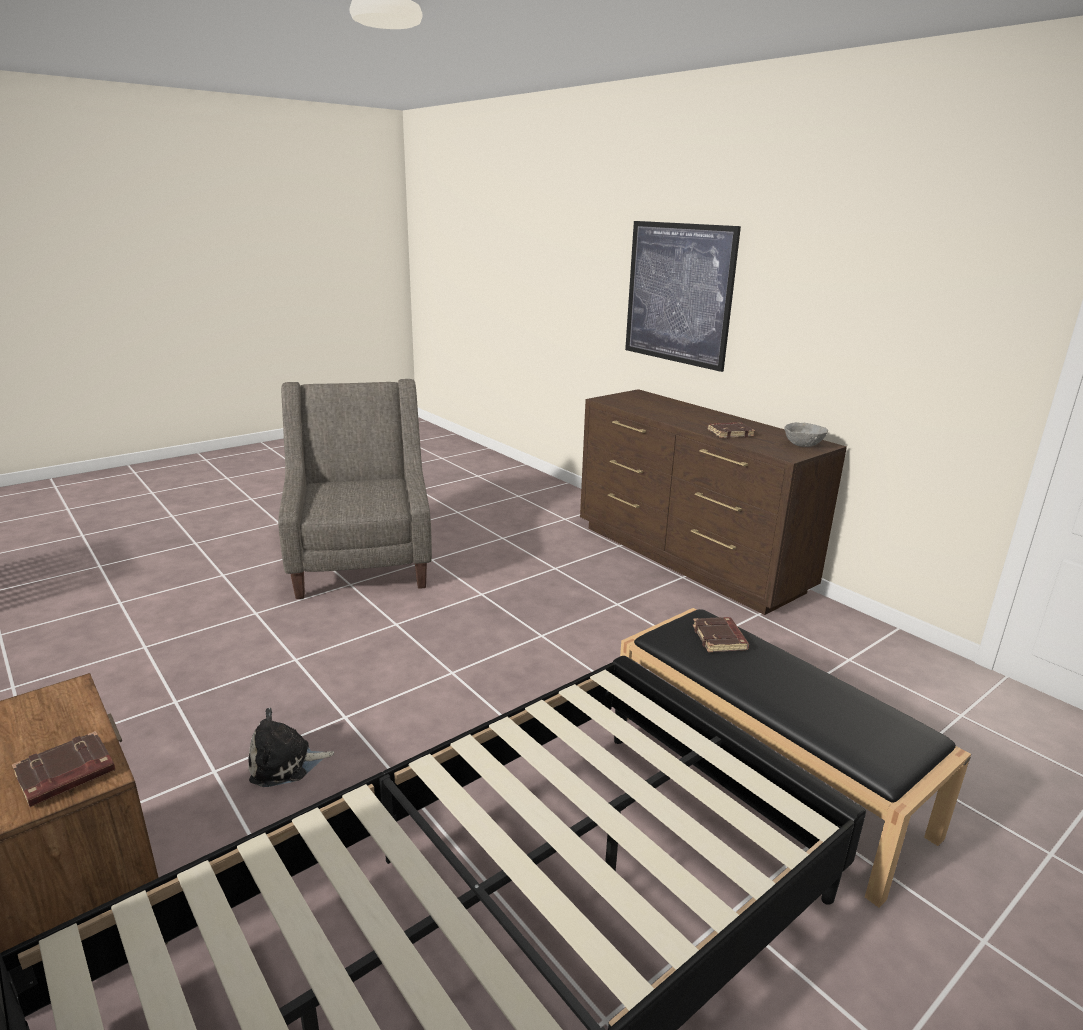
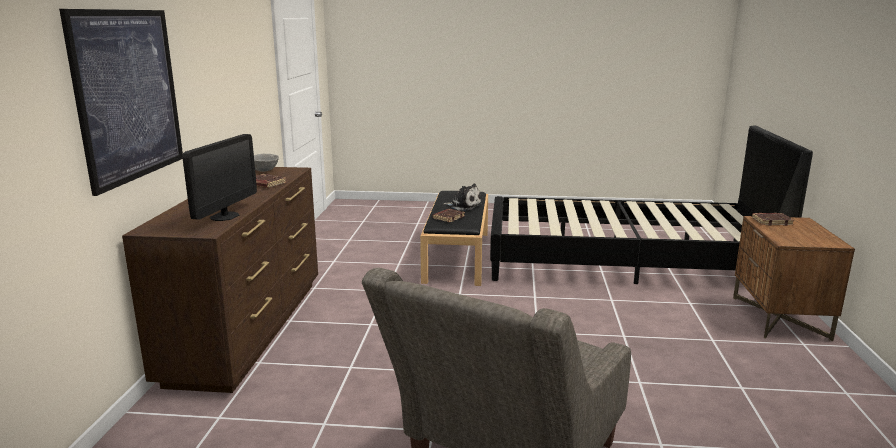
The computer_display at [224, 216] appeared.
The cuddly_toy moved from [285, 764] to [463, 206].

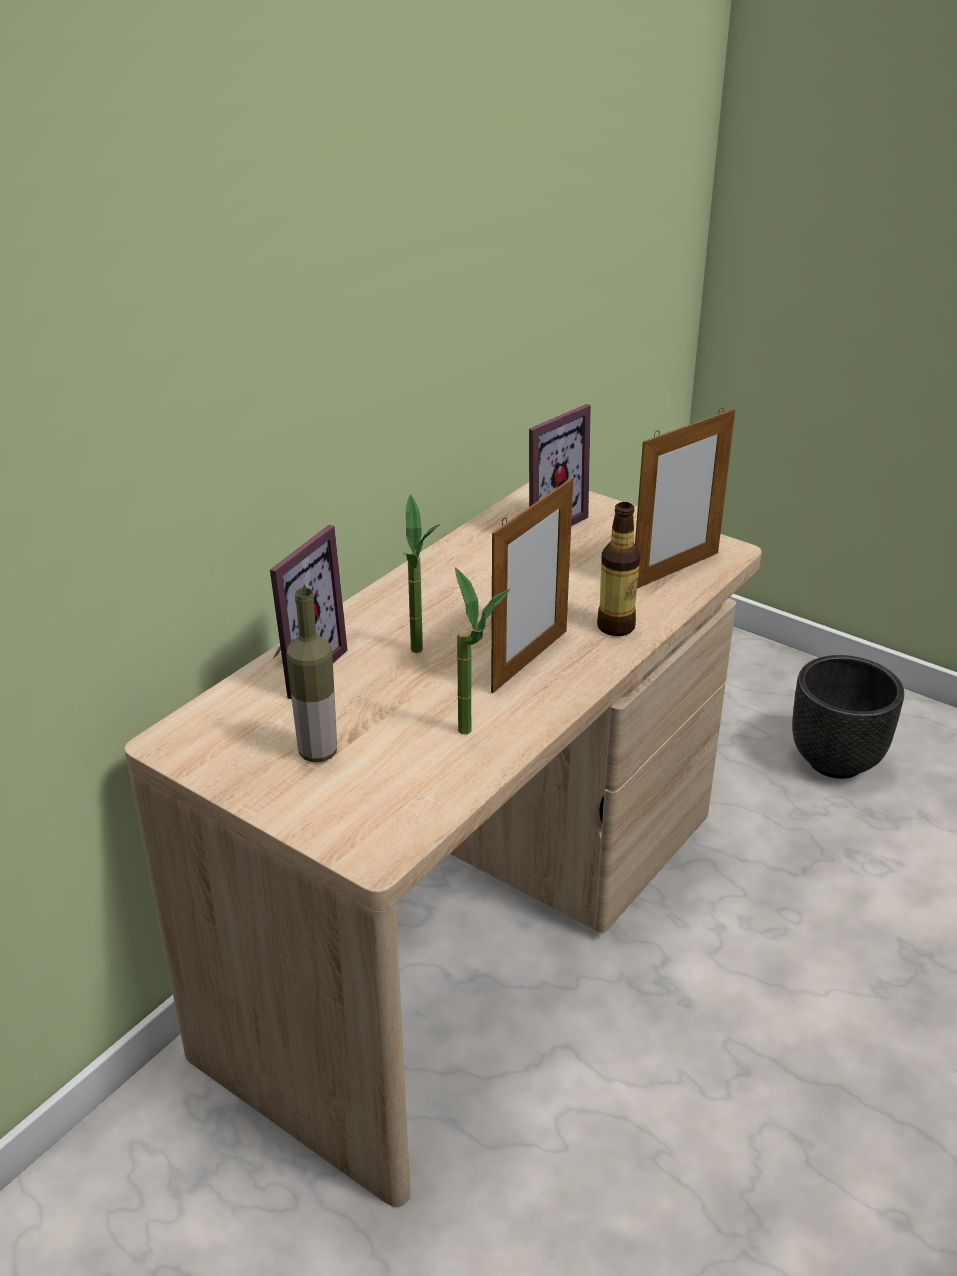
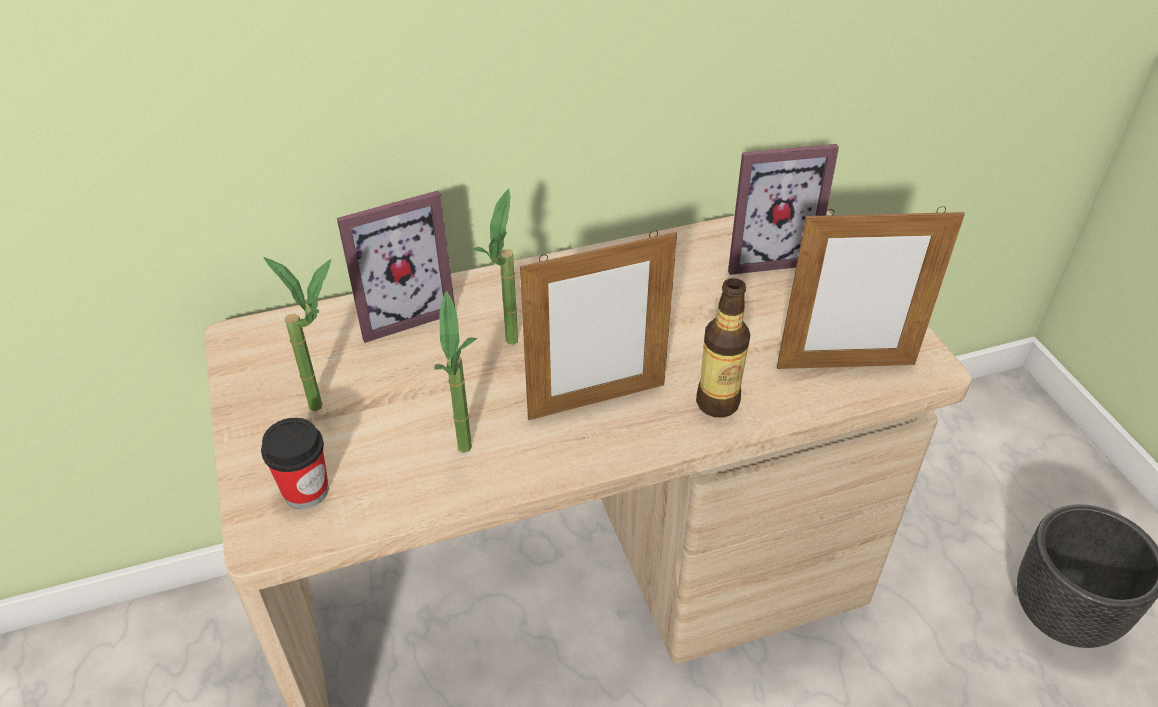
The cup at [306, 491] appeared.
The drink_bottle at [318, 752] was replaced by the potted_plant at [330, 405].

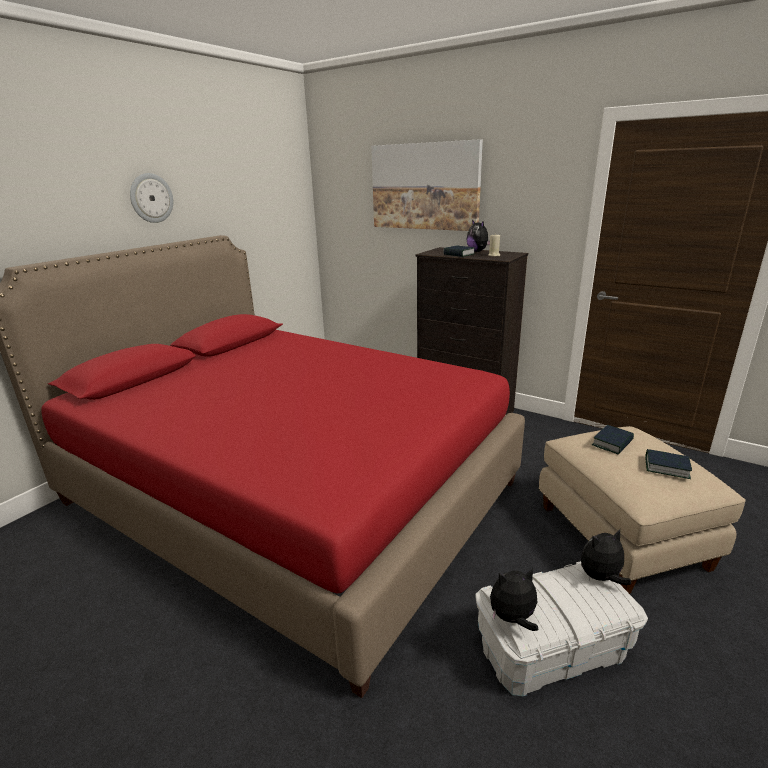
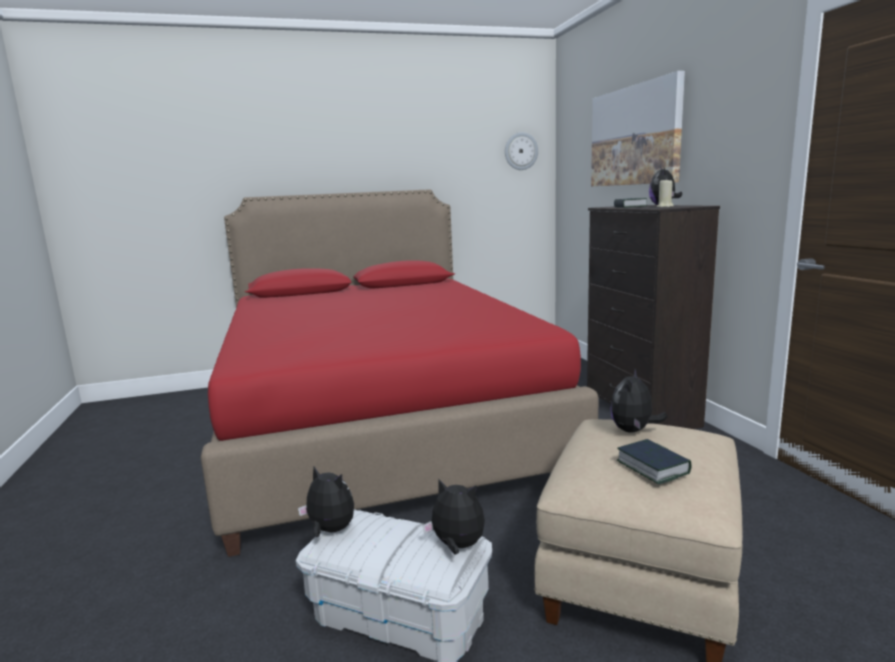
The wall_clock moved from [151, 198] to [521, 151].
The book at [612, 443] was replaced by the cuddly_toy at [633, 431].

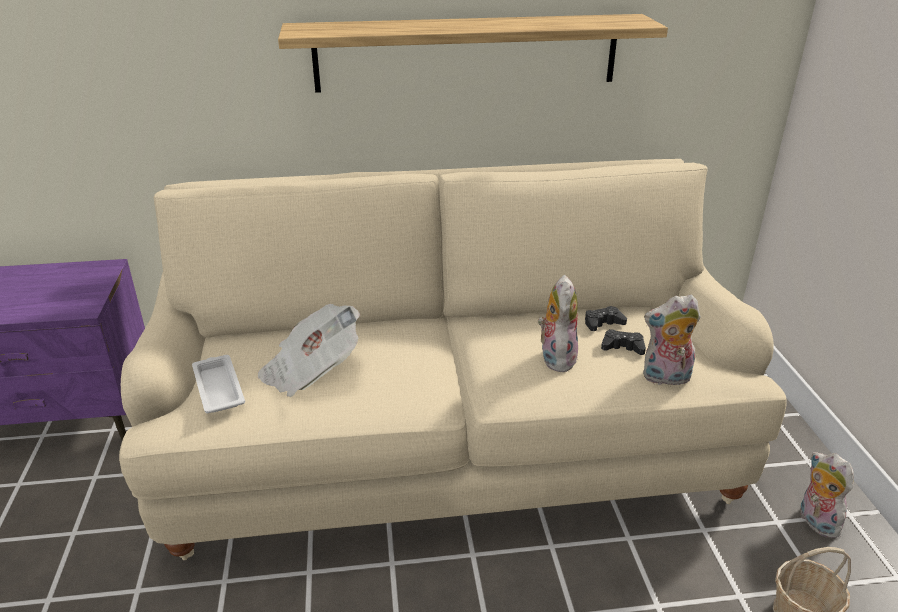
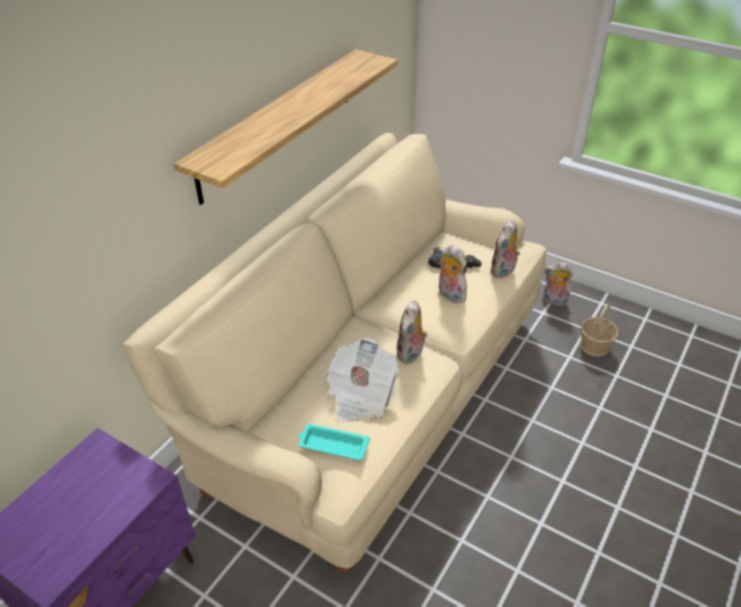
The cuddly_toy at [411, 354] appeared.
The whitish_serving_tray at [218, 387] became the turquoise_serving_tray at [332, 445].

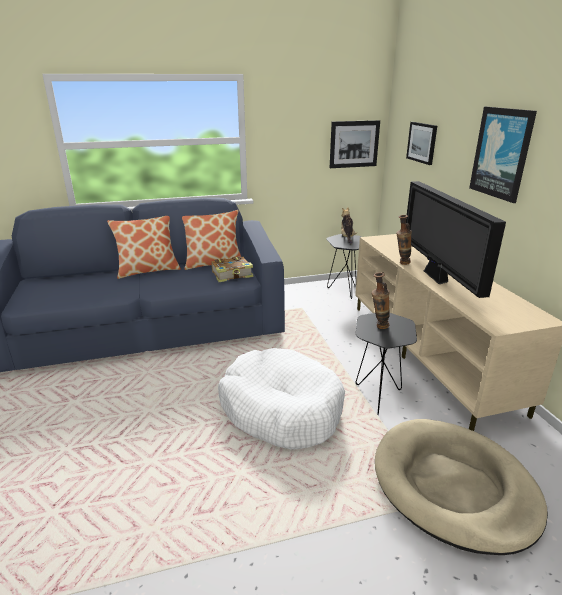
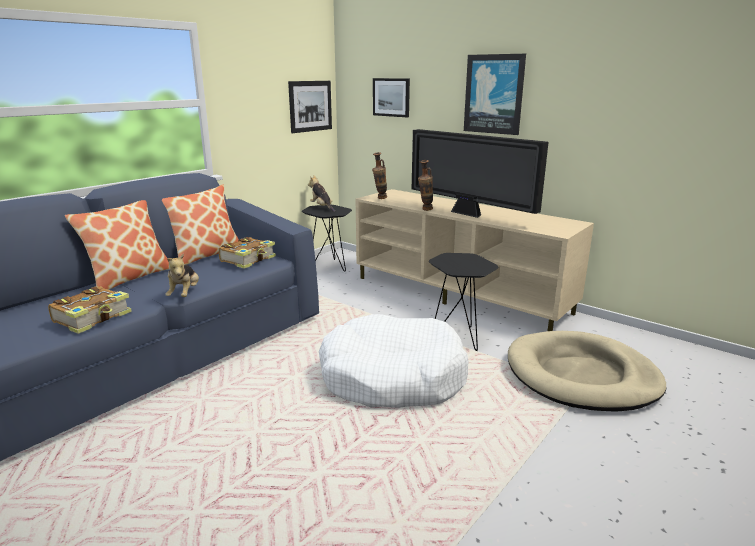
The book at [93, 318] appeared.
The cuddly_toy at [185, 294] appeared.
The decorative_vase moved from [378, 326] to [380, 198].

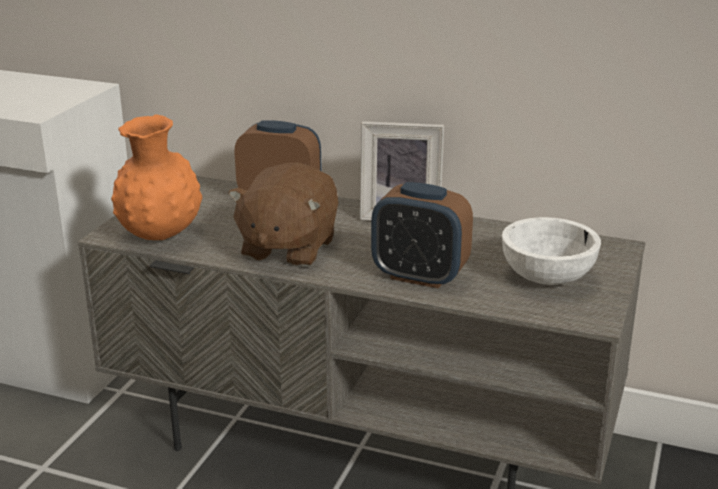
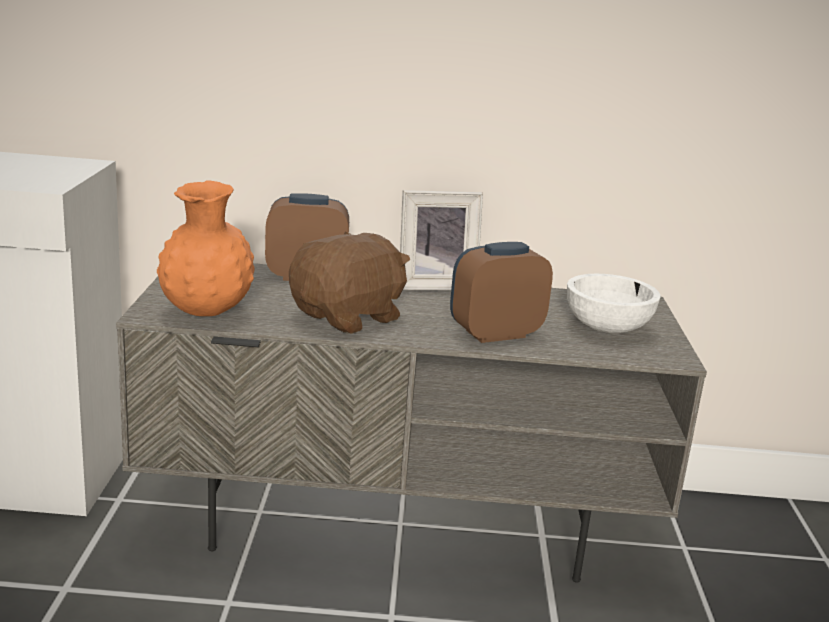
The brown-coloured_cuddly_toy at [287, 248] turned 135 degrees counterclockwise.
The alarm_clock at [420, 276] turned 150 degrees clockwise.

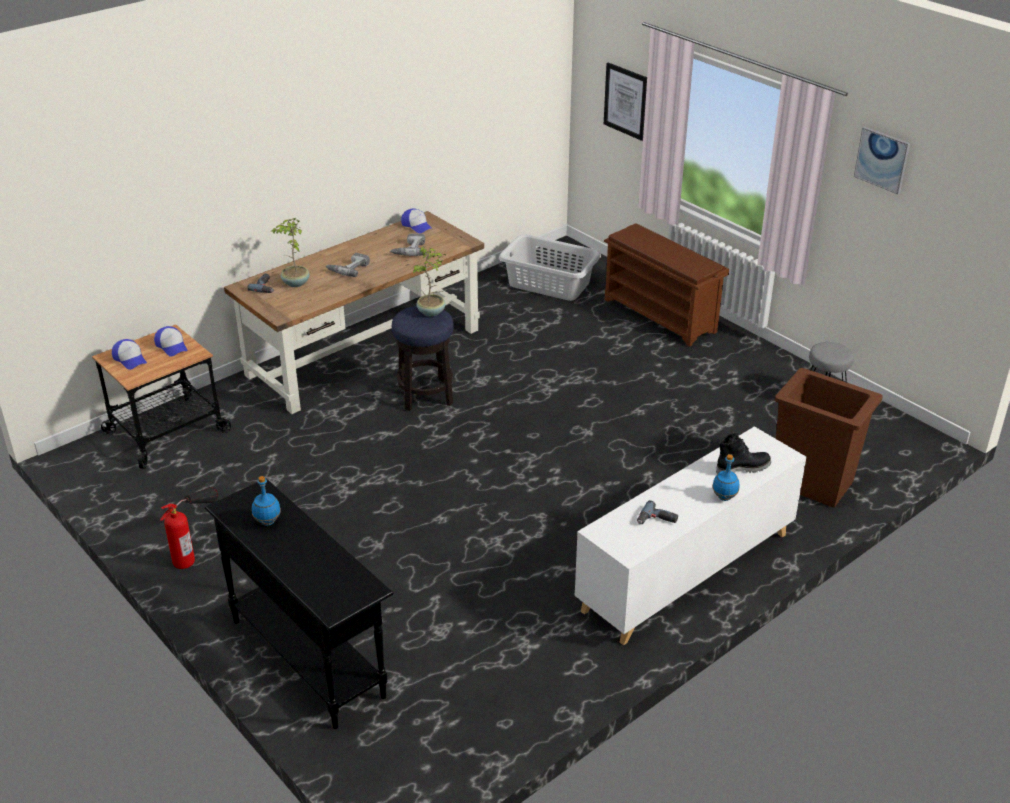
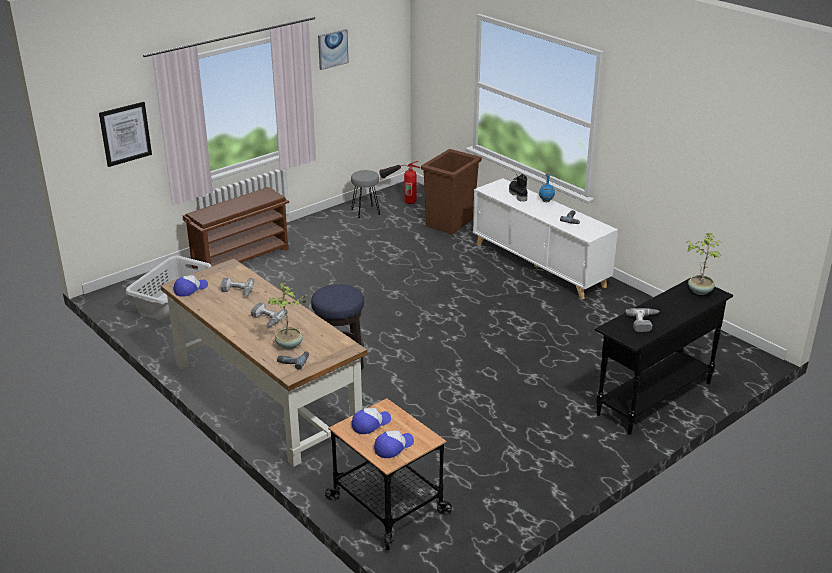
The fire_extinguisher moved from [196, 549] to [400, 199].
The potted_plant moved from [432, 312] to [700, 291].
The blue-coloured_drink_bottle at [267, 522] was replaced by the drill at [645, 322].

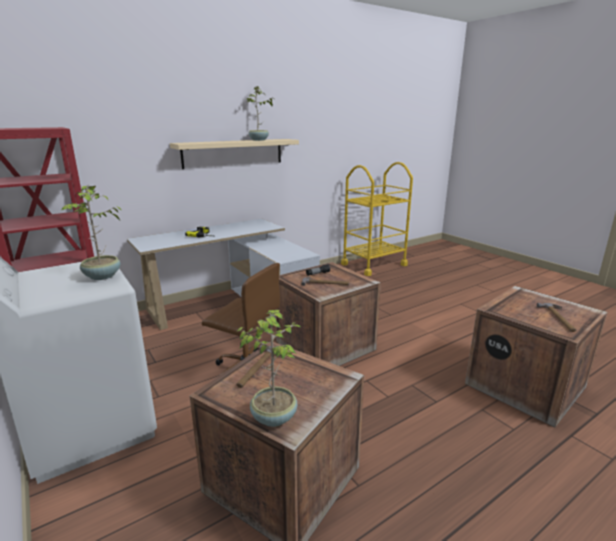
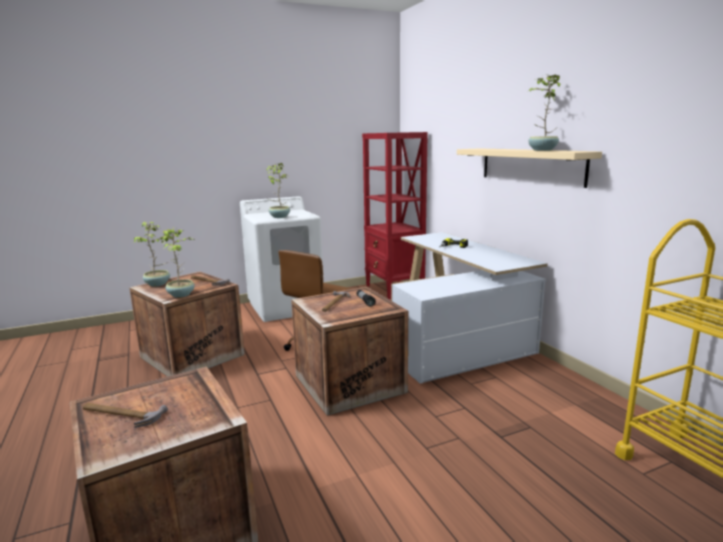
The potted_plant at [181, 294] appeared.

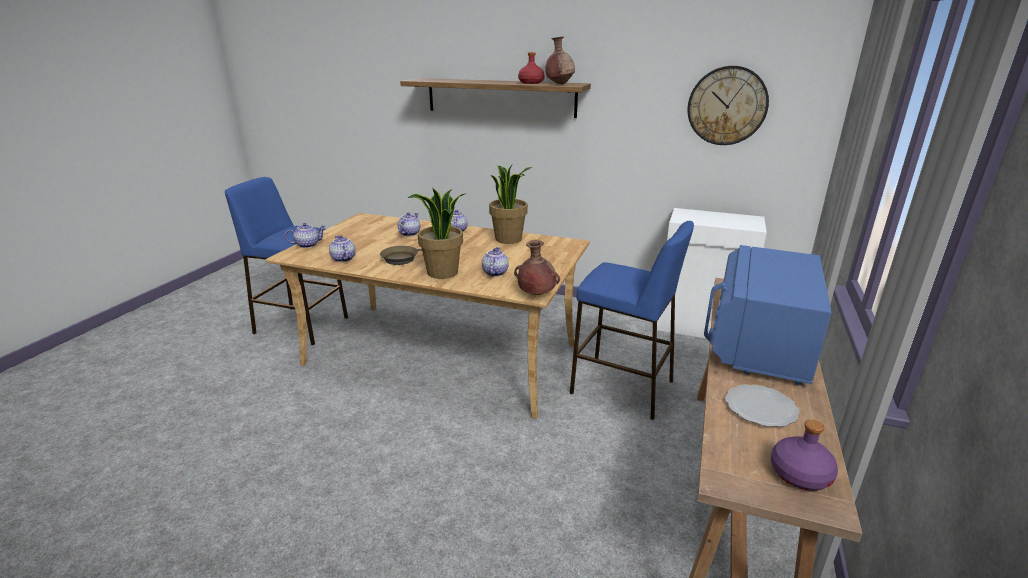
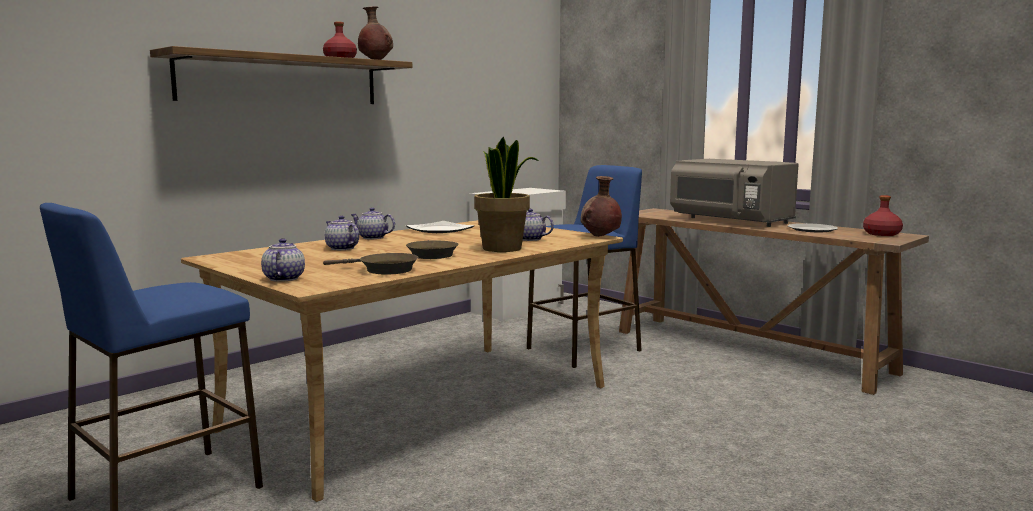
The wall_clock at [727, 106] disappeared.
The tea_pot at [342, 259] was replaced by the brown-coloured_frying_pan at [383, 270].
The potted_plant at [509, 239] was replaced by the flat_dish at [439, 230].
The blue-coloured_microwave at [758, 344] became the grey_microwave at [730, 221].
The purplish_drink_bottle at [799, 474] became the reddish_drink_bottle at [881, 234].

